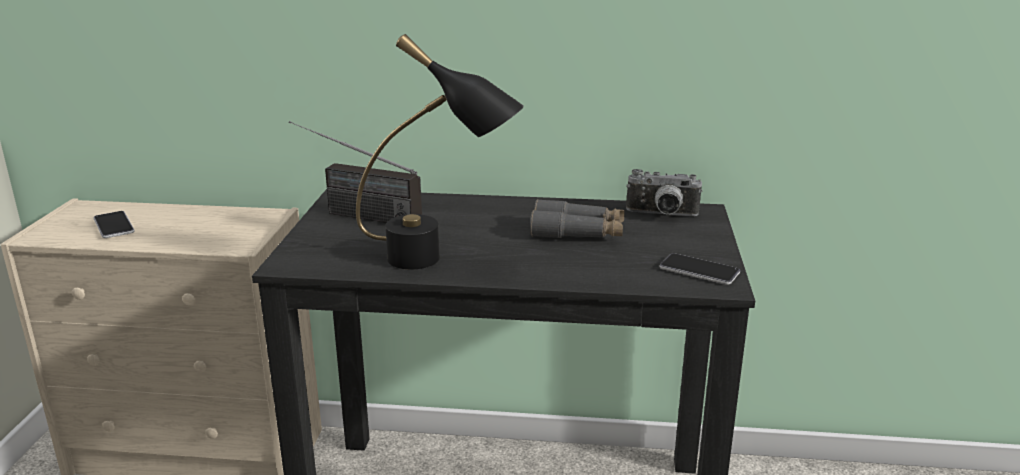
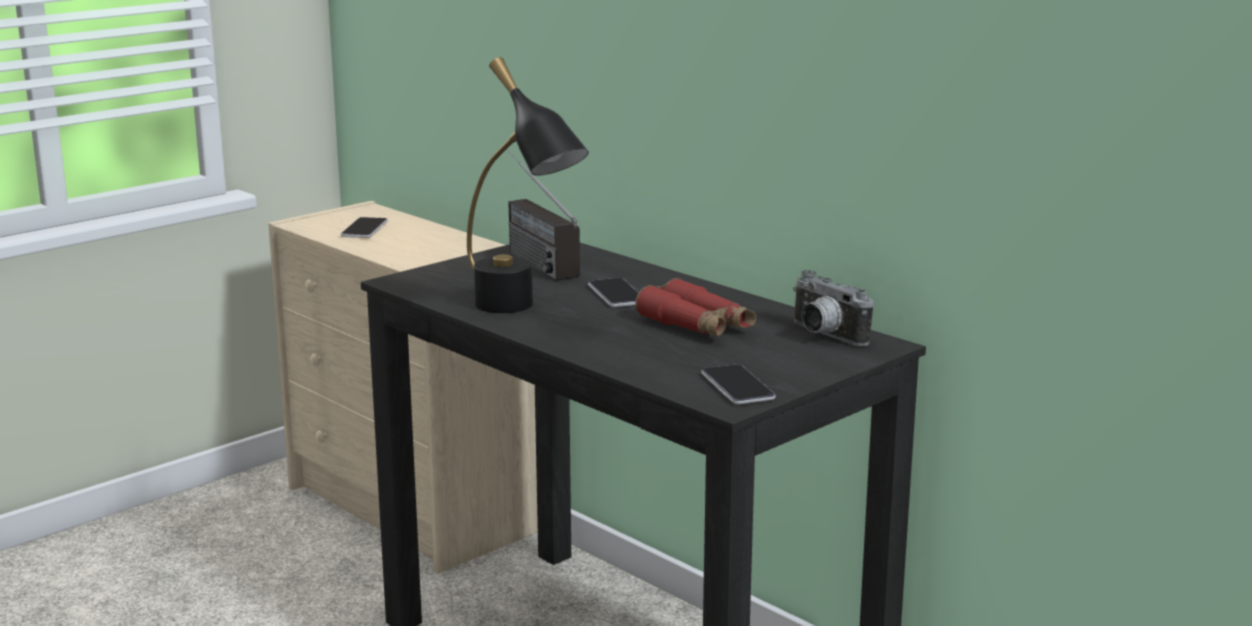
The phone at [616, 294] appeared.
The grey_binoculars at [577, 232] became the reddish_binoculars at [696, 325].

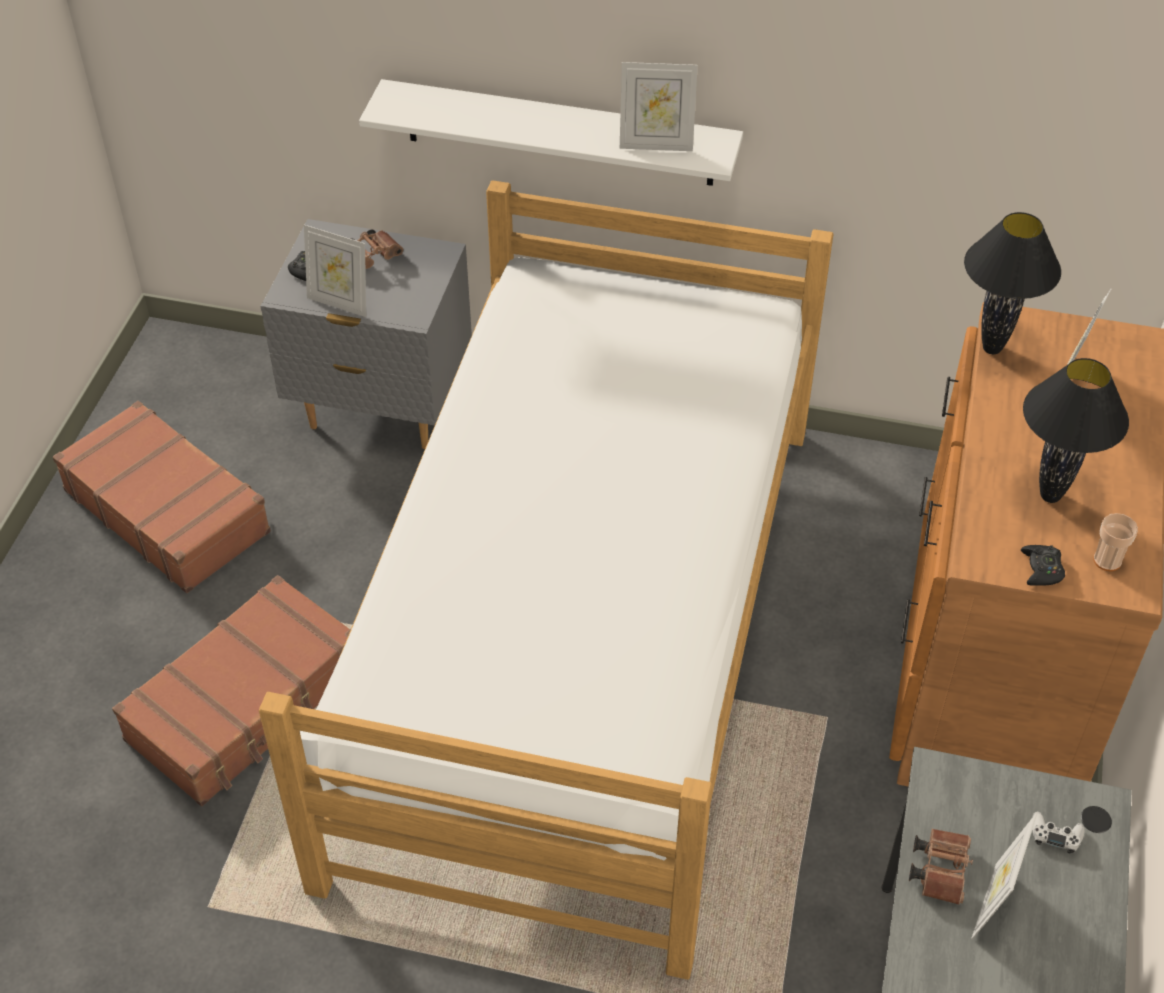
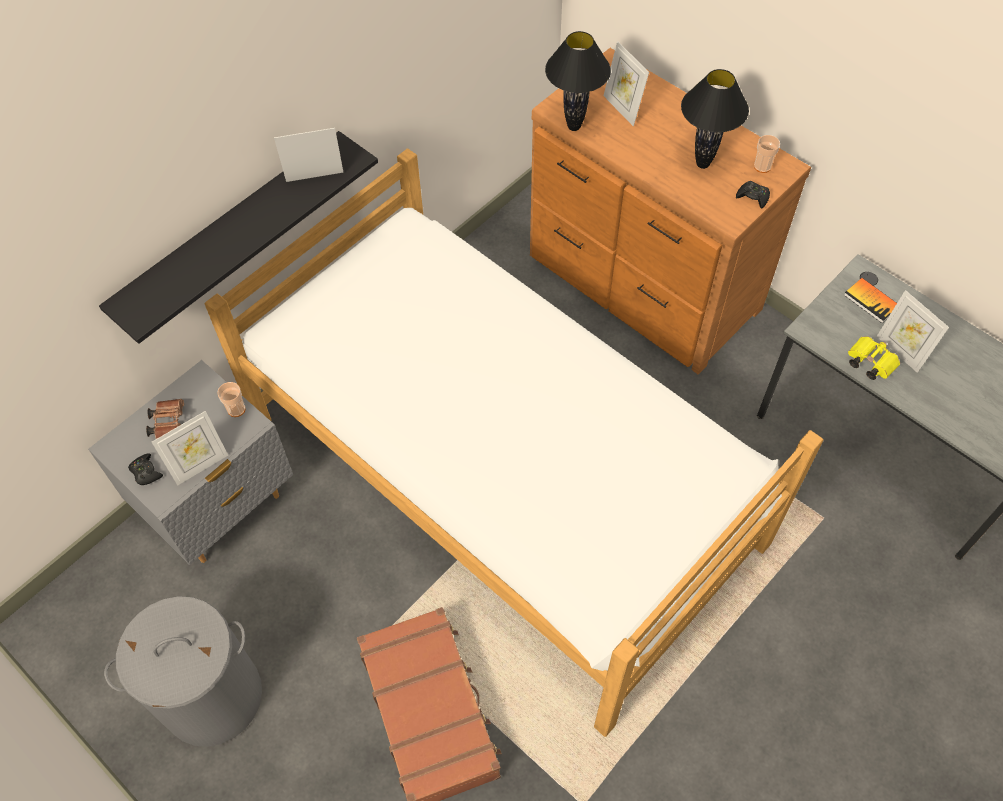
The cup at [236, 409] appeared.
The brown-coloured_suitcase at [167, 510] was replaced by the grey_hamper at [212, 697].
The whitish_game_controller at [1055, 836] was replaced by the book at [871, 301].
The whitish_bracket_shelf at [559, 133] became the black_bracket_shelf at [231, 232].
The brown-coloured_binoculars at [939, 869] became the yellow-coloured_binoculars at [868, 363].
The standing_frame at [656, 145] turned 135 degrees counterclockwise.

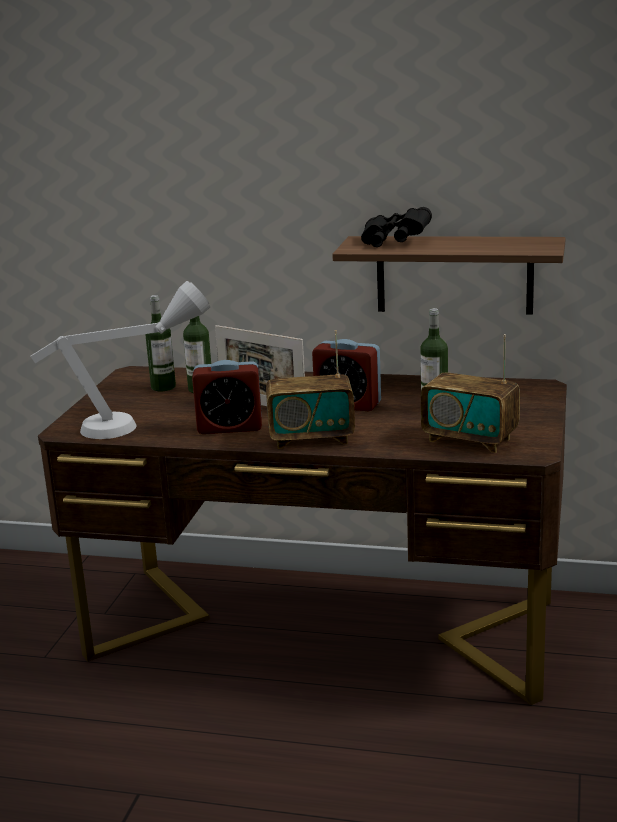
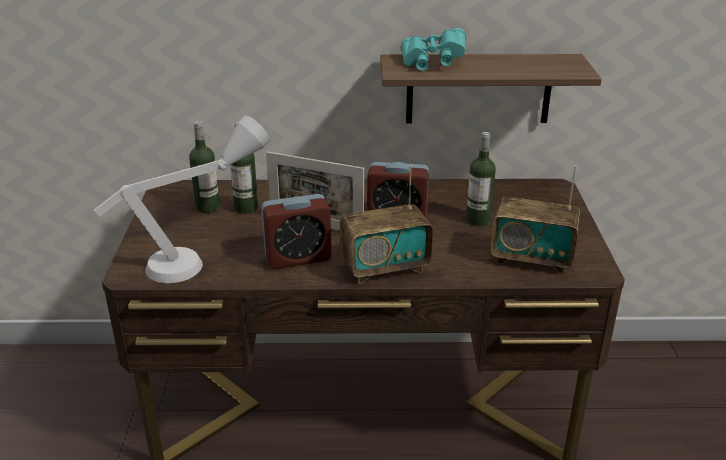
The black_binoculars at [394, 242] became the turquoise_binoculars at [432, 63].

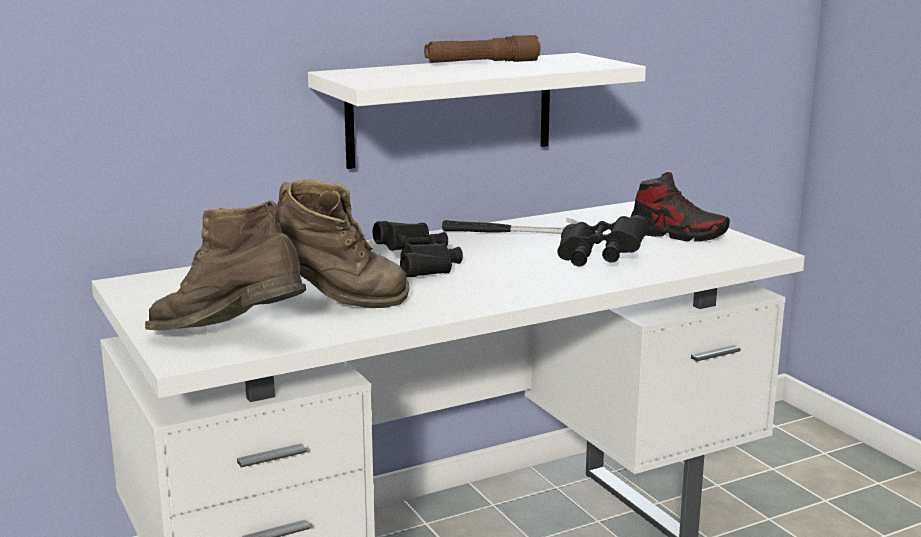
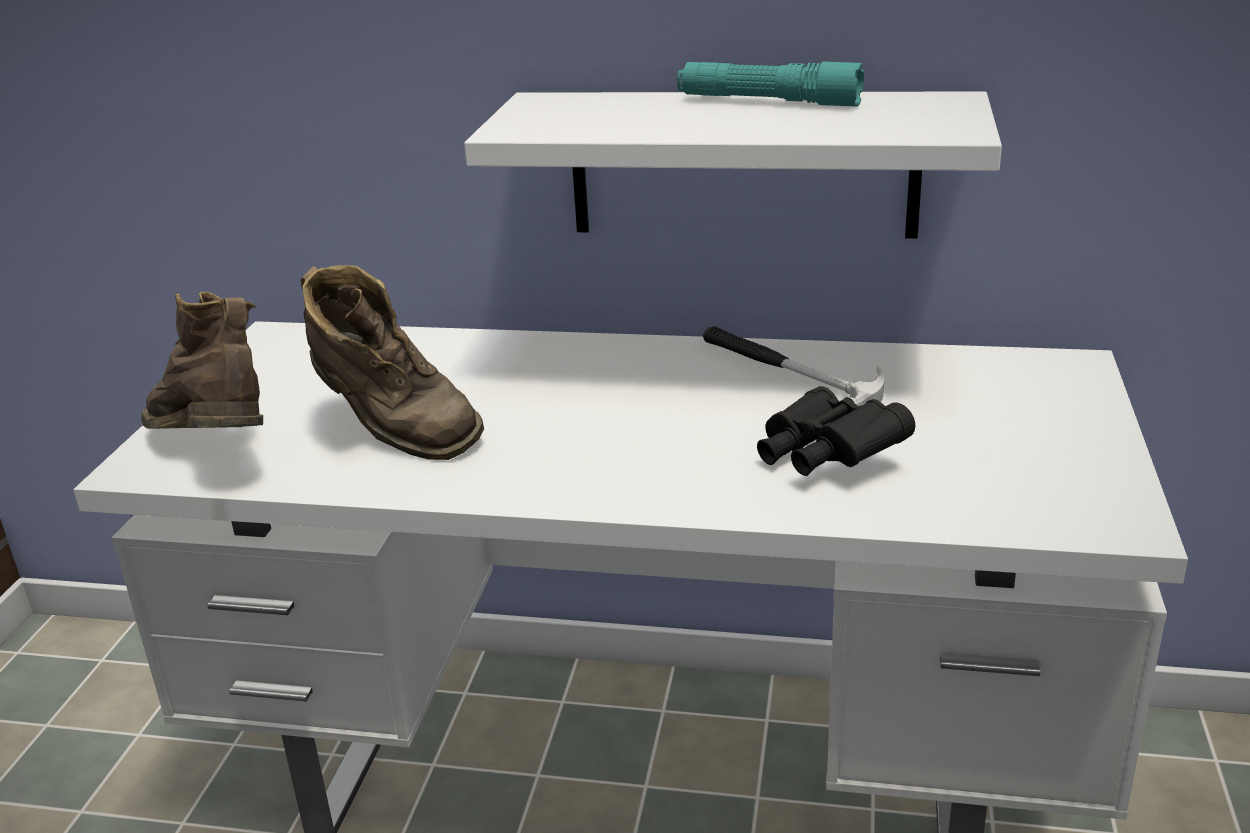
The black_binoculars at [420, 266] disappeared.
The shoe at [677, 234] disappeared.
The brown-coloured_hand_torch at [482, 63] became the turquoise_hand_torch at [768, 102].

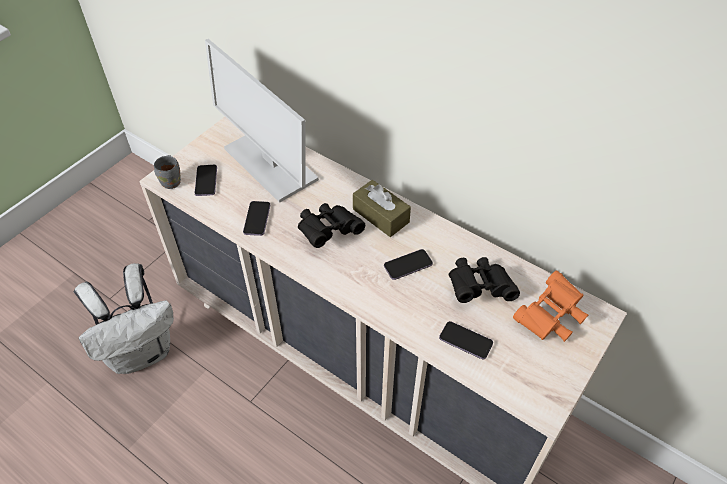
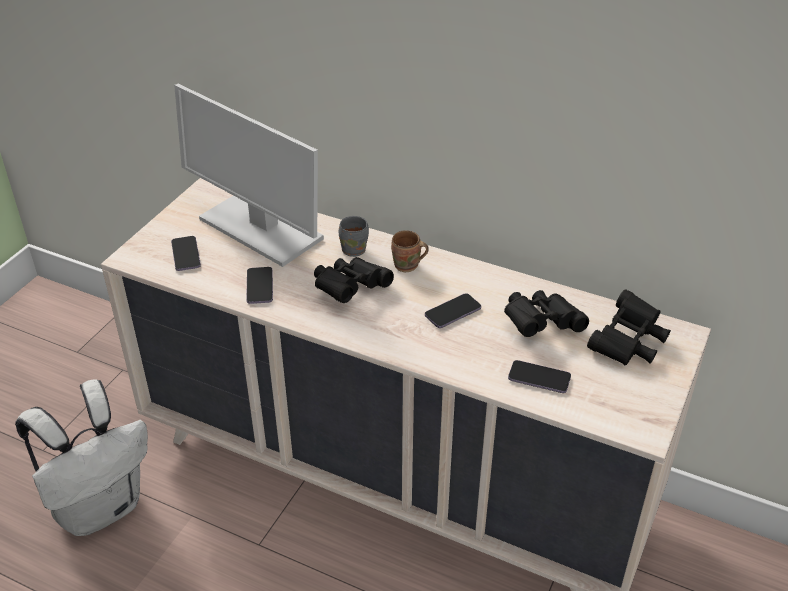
The grey_tea_mug moved from [172, 182] to [355, 249].
The brown-coloured_tissue_holder at [381, 215] was replaced by the brown-coloured_tea_mug at [407, 266].
The orangey_binoculars at [550, 317] became the black_binoculars at [628, 343].

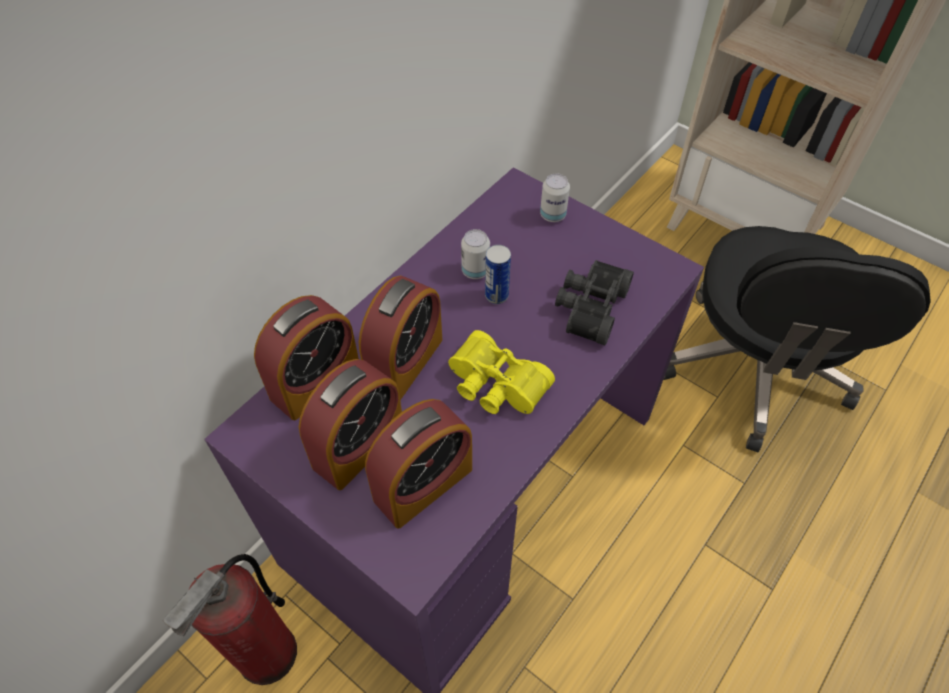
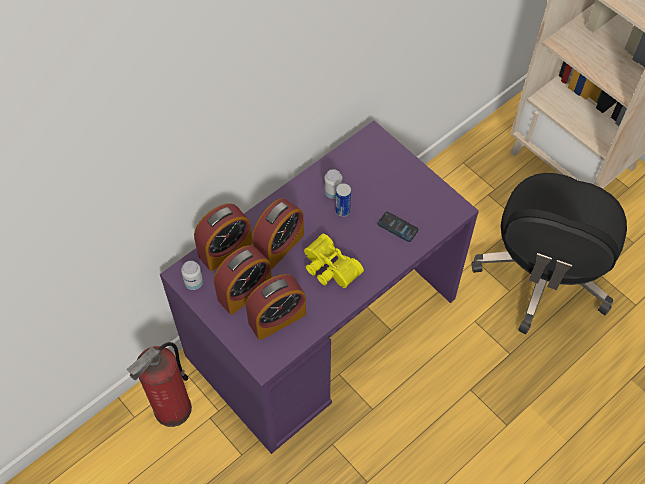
The sealed_can moved from [552, 215] to [194, 283].
The black_binoculars at [589, 307] was replaced by the phone at [397, 227].

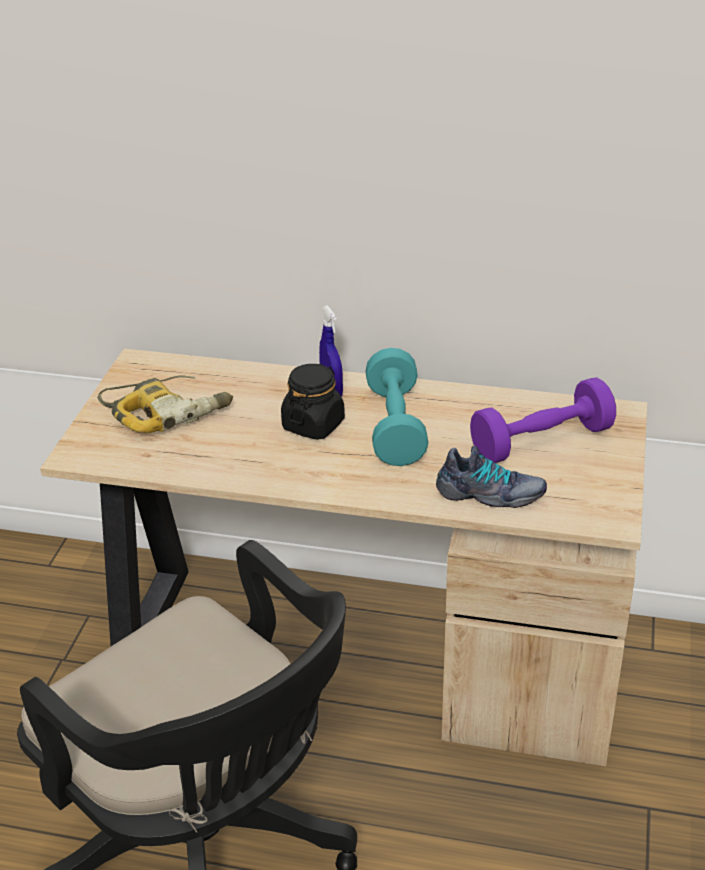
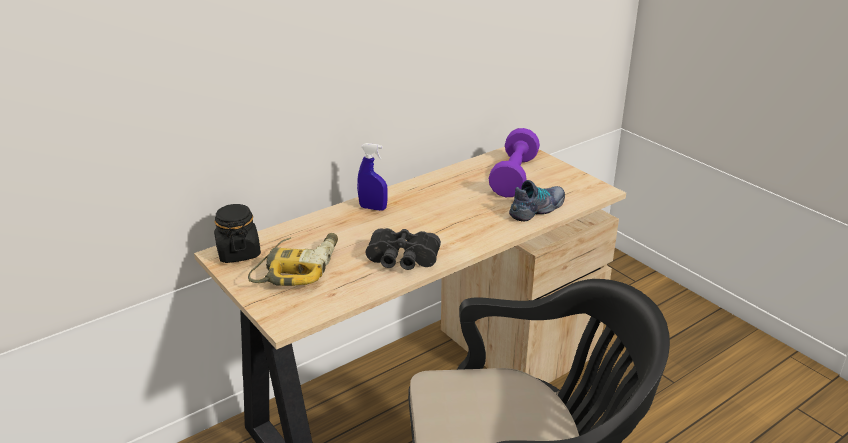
The turquoise_hand_weight at [395, 426] disappeared.
The black_binoculars at [402, 260] appeared.
The black_storage_jar moved from [313, 425] to [238, 252].

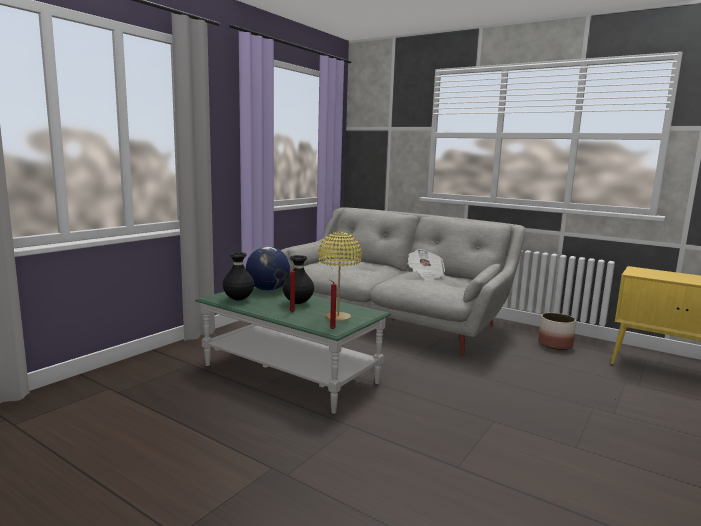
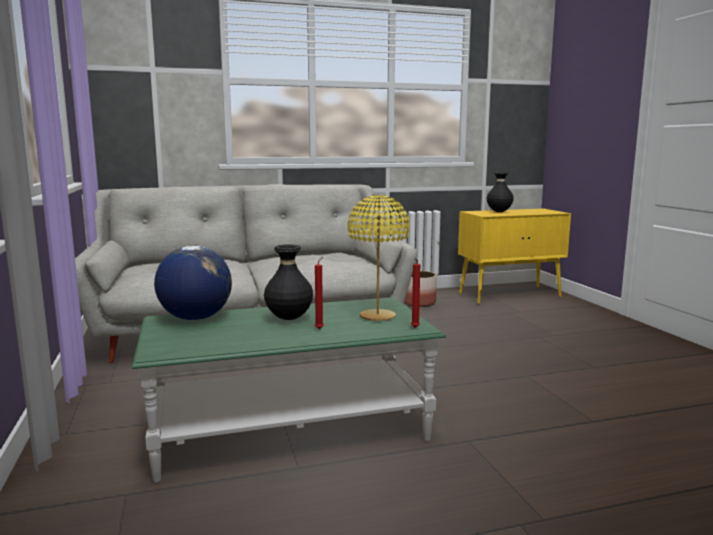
The newspaper at [425, 275] disappeared.
The black_decorative_vase moved from [238, 300] to [499, 212].

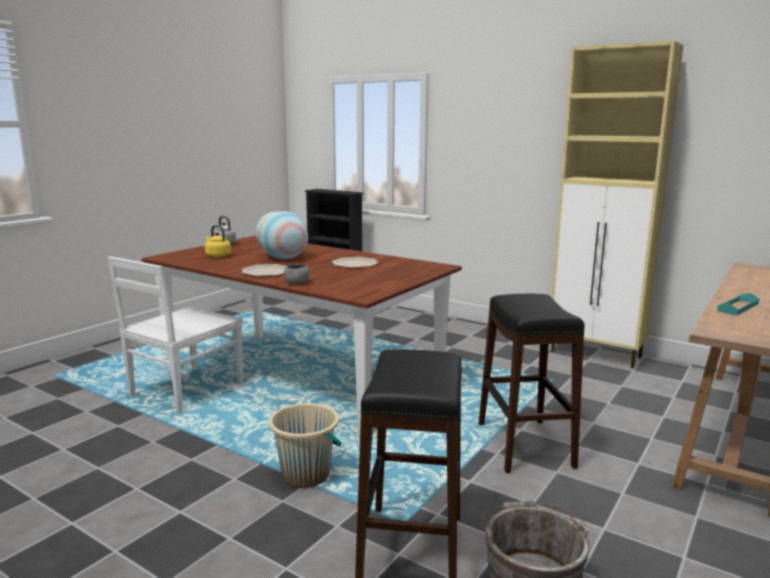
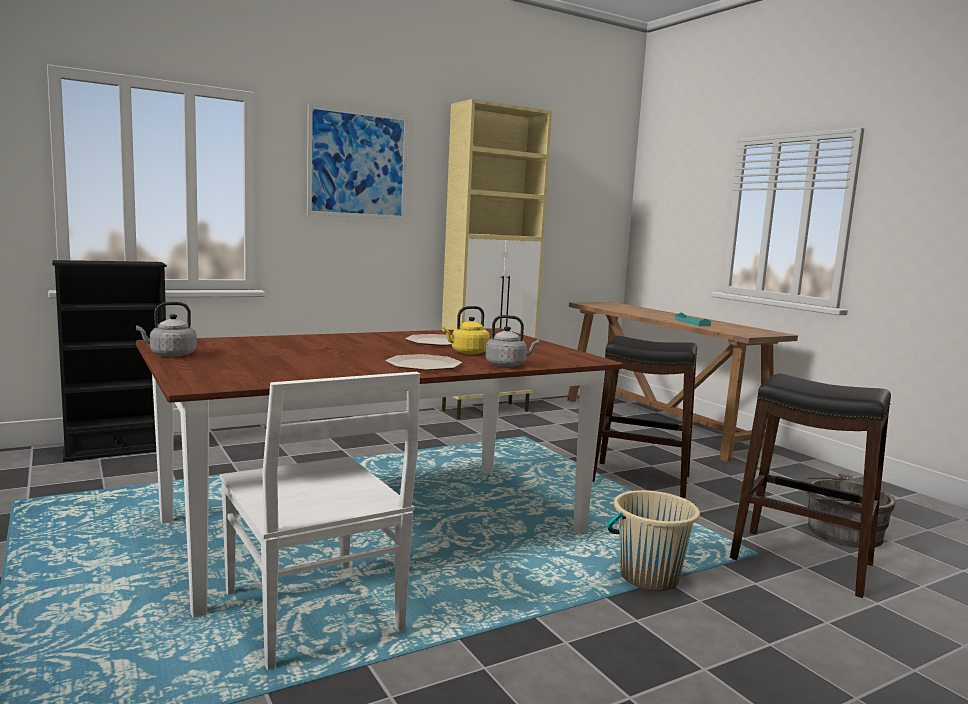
The decorative_vase at [284, 258] disappeared.
The wall_picture at [358, 164] appeared.
The yellow-coloured_tea_kettle moved from [217, 256] to [467, 352].
The grey_serving_bowl at [297, 283] was replaced by the grey_tea_kettle at [508, 365].

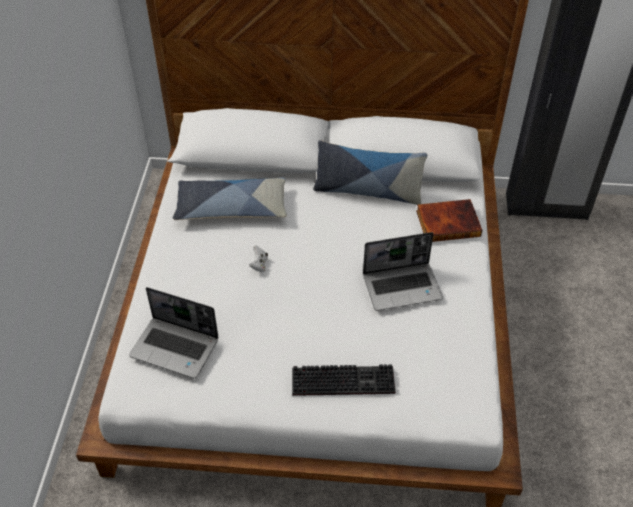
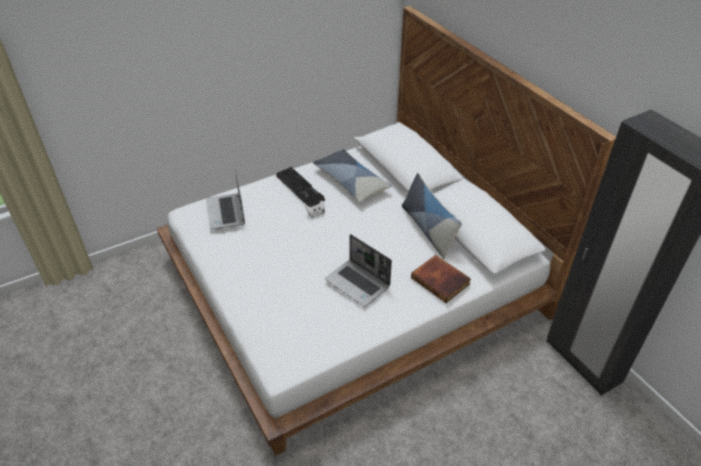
The PC_keyboard moved from [344, 380] to [301, 188].

